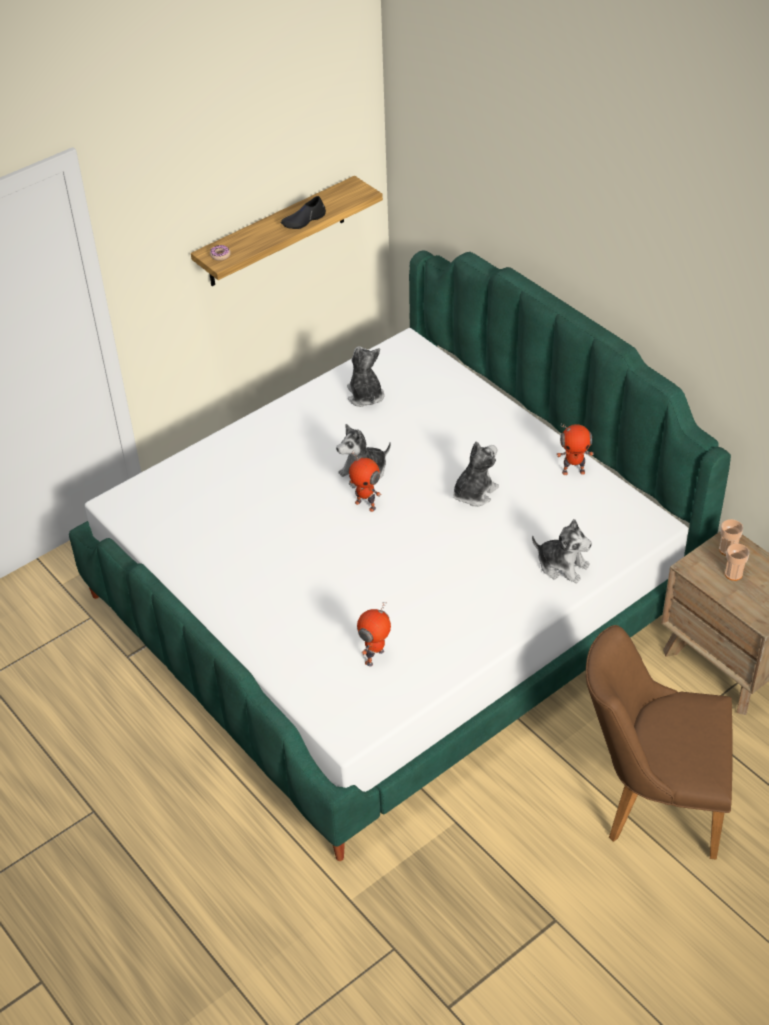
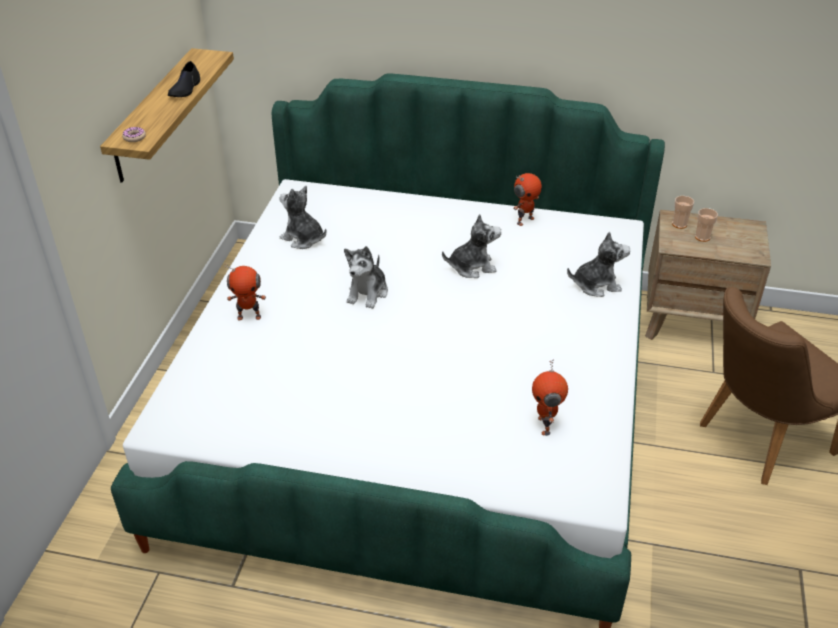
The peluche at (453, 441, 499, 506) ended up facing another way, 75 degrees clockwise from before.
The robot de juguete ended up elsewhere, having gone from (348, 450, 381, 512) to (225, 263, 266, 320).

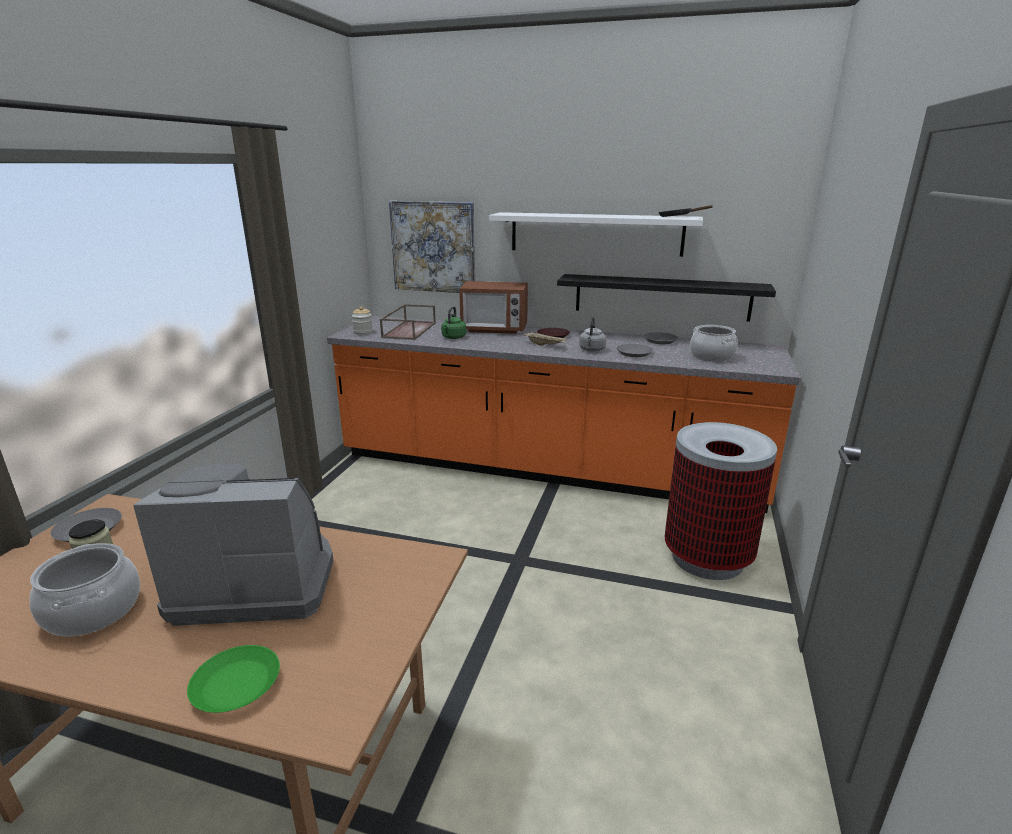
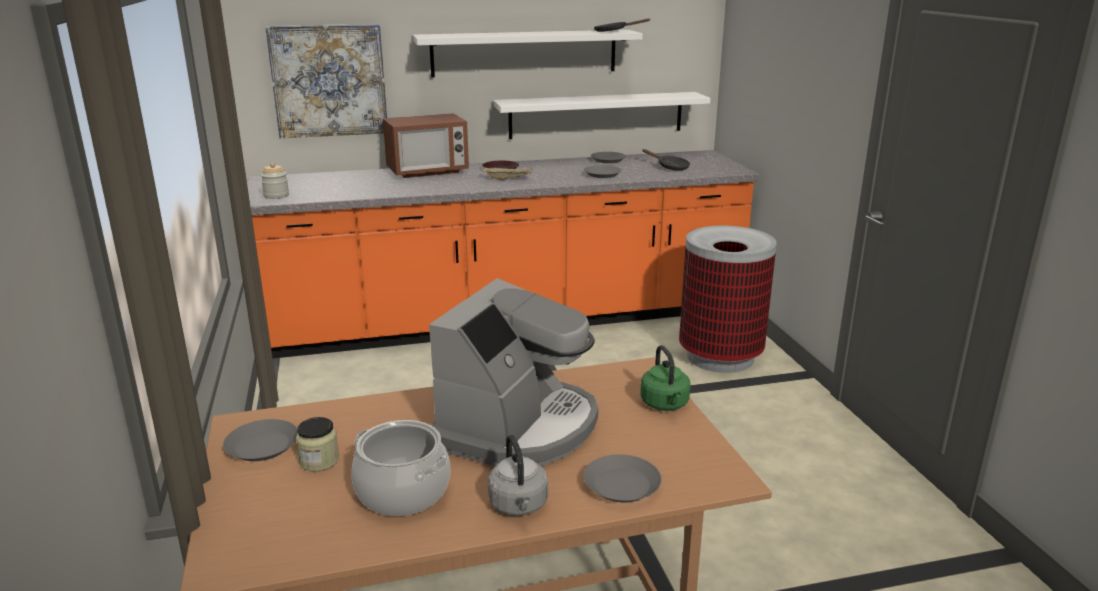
What was the estante/negro at (557, 274, 776, 322) turned into the estante/blanco at (493, 92, 711, 139).
The second view lost the bandeja/marrón at (380, 304, 436, 340).
The hervidor/verde ended up elsewhere, having gone from (441, 306, 466, 339) to (640, 345, 691, 411).
The hervidor/gris ended up elsewhere, having gone from (579, 317, 606, 352) to (488, 435, 548, 516).
Where the olla stood at (690, 325, 738, 361), the sartén/negro came to stand at (643, 149, 690, 171).
The cafetera at (133, 464, 334, 626) ended up facing another way, 150 degrees clockwise from before.
What was the plato/verde at (187, 645, 280, 713) turned into the plato/gris at (583, 455, 662, 502).

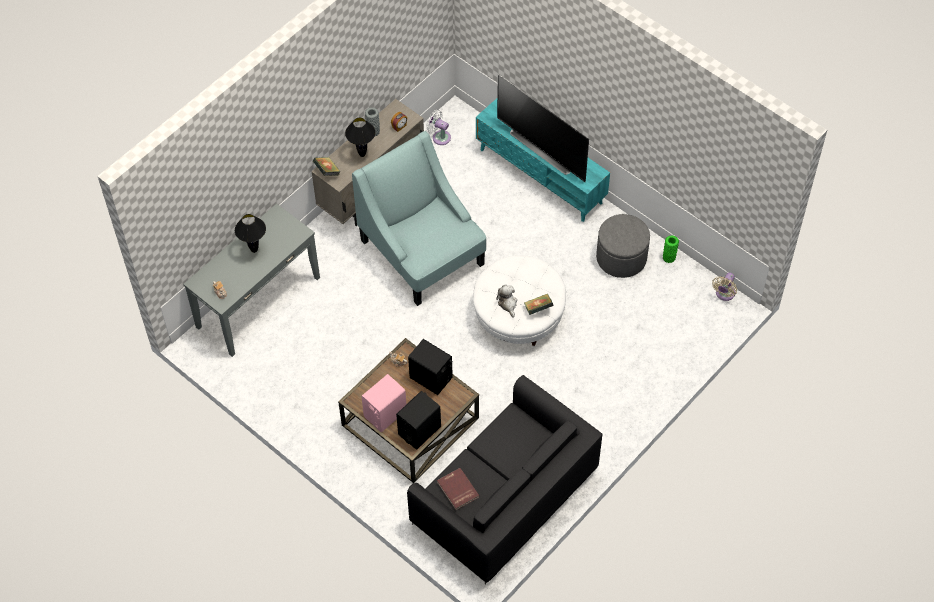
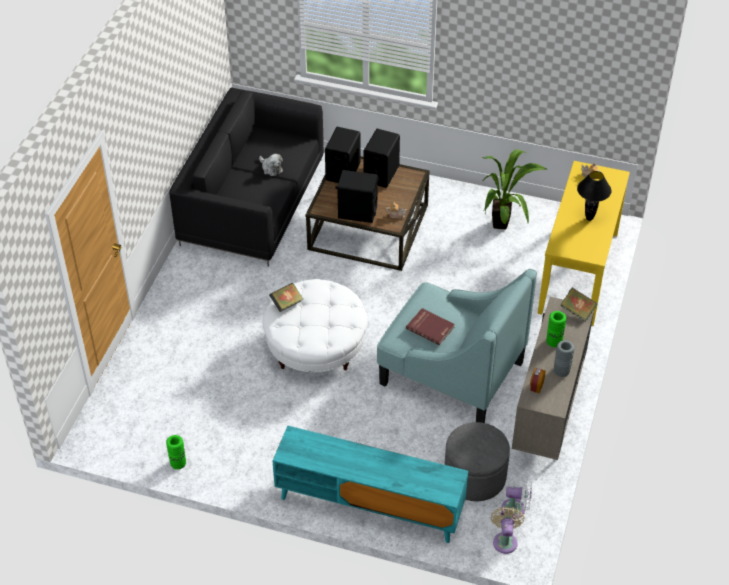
The second view lost the televisor at (497, 74, 589, 182).
Where the lámpara de mesa/negro stood at (345, 118, 376, 157), the florero/verde came to stand at (547, 311, 566, 347).
What was the mesa consola/gris at (183, 204, 320, 357) turned into the mesa consola/amarillo at (538, 161, 630, 326).
The puf/gris ended up elsewhere, having gone from (596, 214, 650, 278) to (445, 422, 510, 501).
The ventilador/beis ended up elsewhere, having gone from (712, 272, 737, 301) to (491, 506, 525, 554).
The peluche ended up elsewhere, having gone from (496, 285, 517, 318) to (259, 154, 283, 176).
What was the altavoz/rosa at (361, 374, 406, 432) turned into the altavoz/negro at (363, 129, 400, 188).
The libro/rojo ended up elsewhere, having gone from (437, 468, 480, 510) to (406, 308, 455, 345).
The second view gained the planta en maceta at (482, 150, 548, 229).

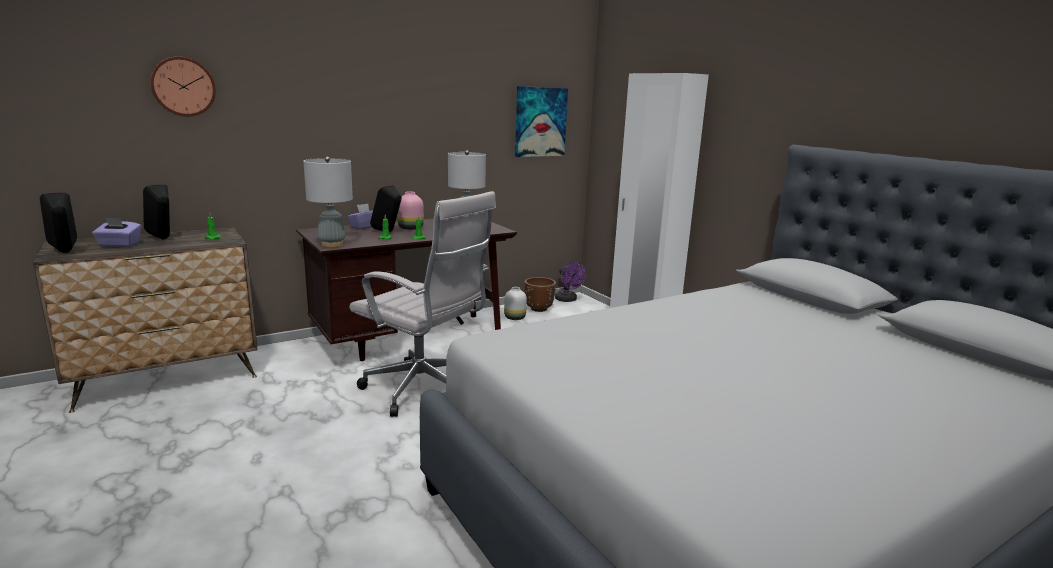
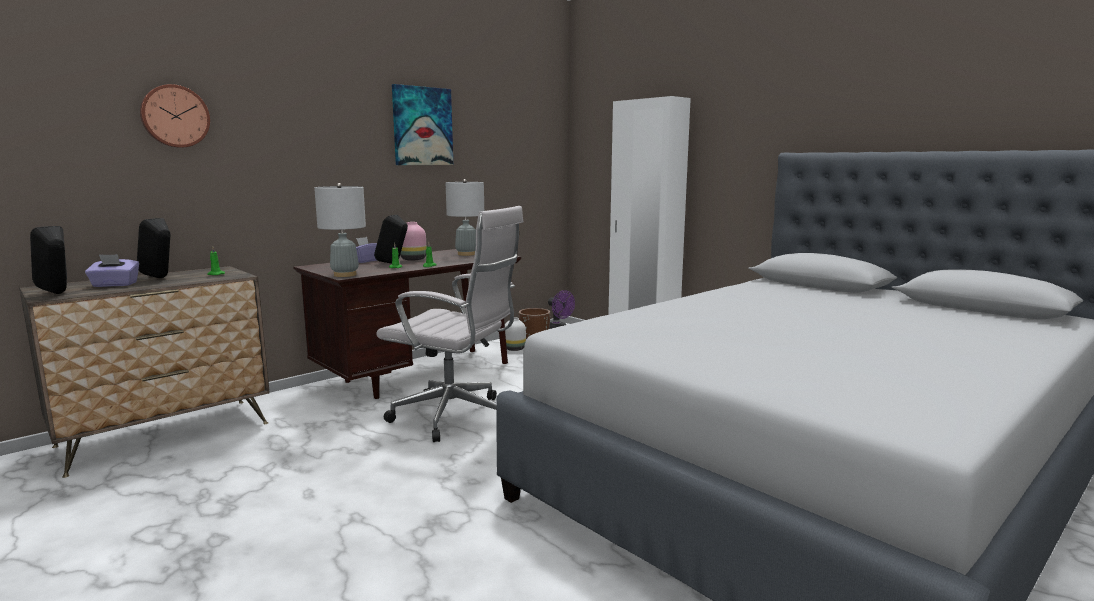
The cuadro ended up elsewhere, having gone from (515, 86, 568, 157) to (392, 84, 453, 165).

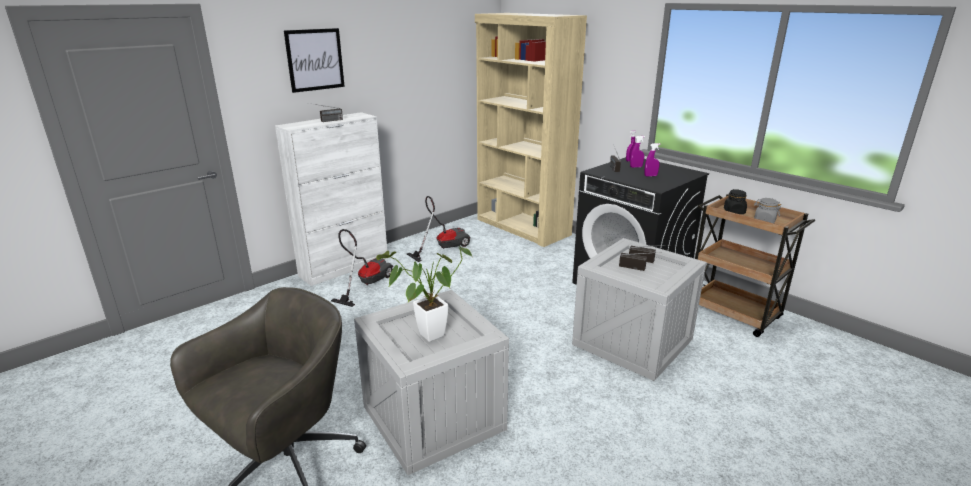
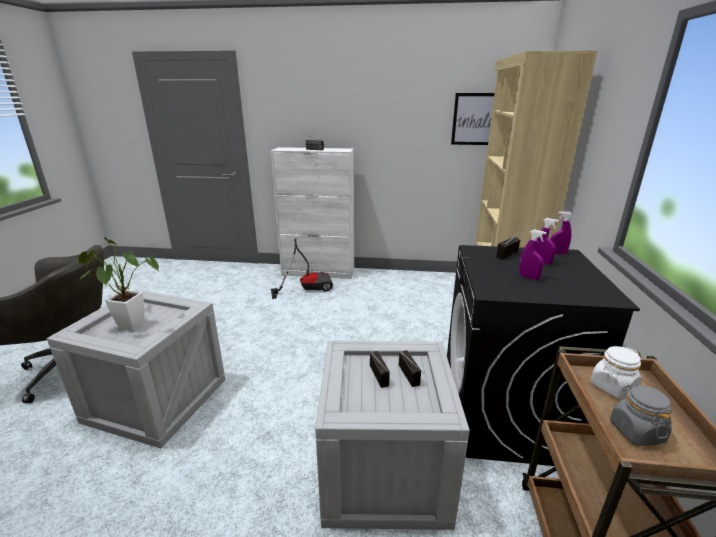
The cuadro ended up elsewhere, having gone from (284, 28, 345, 93) to (451, 93, 495, 145).
What was the tarro/negro at (724, 189, 747, 214) turned into the tarro/blanco at (590, 346, 642, 399).
The second view lost the aspiradora at (407, 196, 471, 262).

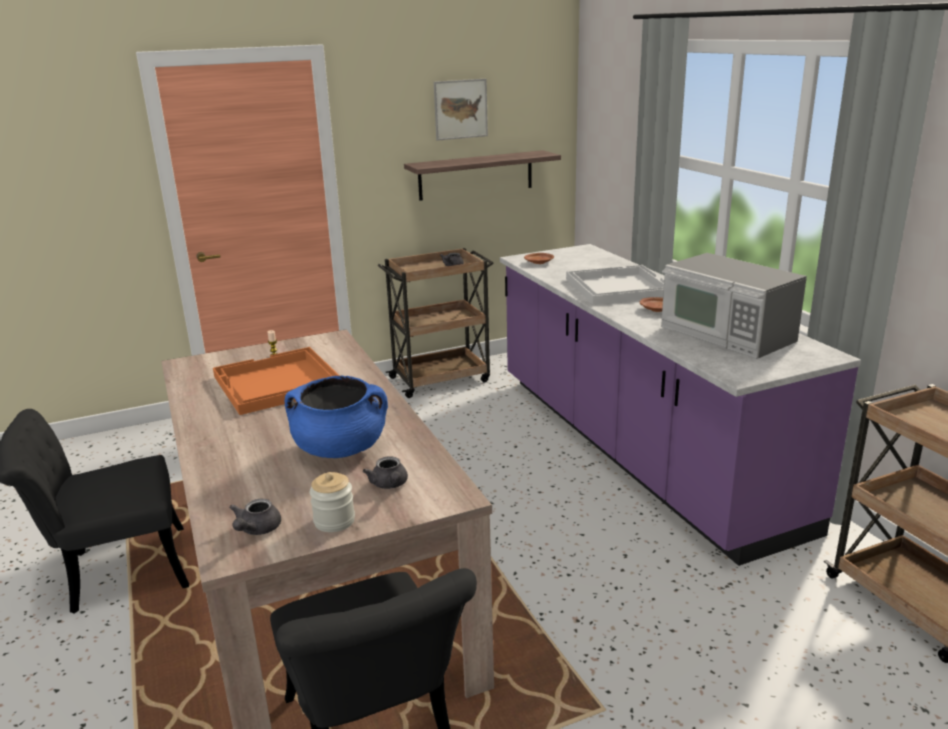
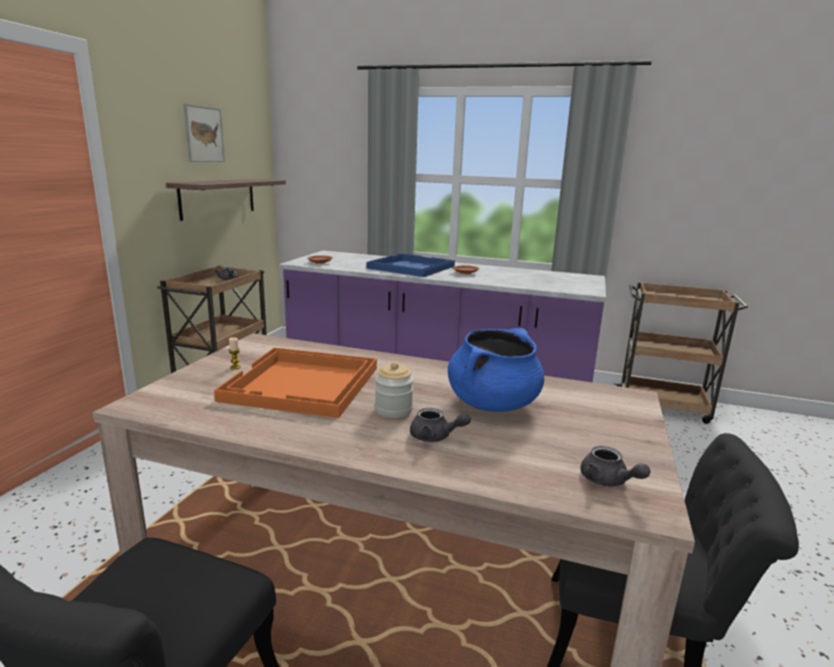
The second view lost the microondas at (661, 253, 807, 359).
What was the bandeja/blanco at (566, 265, 664, 304) turned into the bandeja/azul at (366, 253, 455, 277).
The tetera/gris ended up elsewhere, having gone from (363, 456, 408, 489) to (410, 408, 471, 442).
The tarro ended up elsewhere, having gone from (310, 472, 355, 532) to (375, 362, 414, 418).

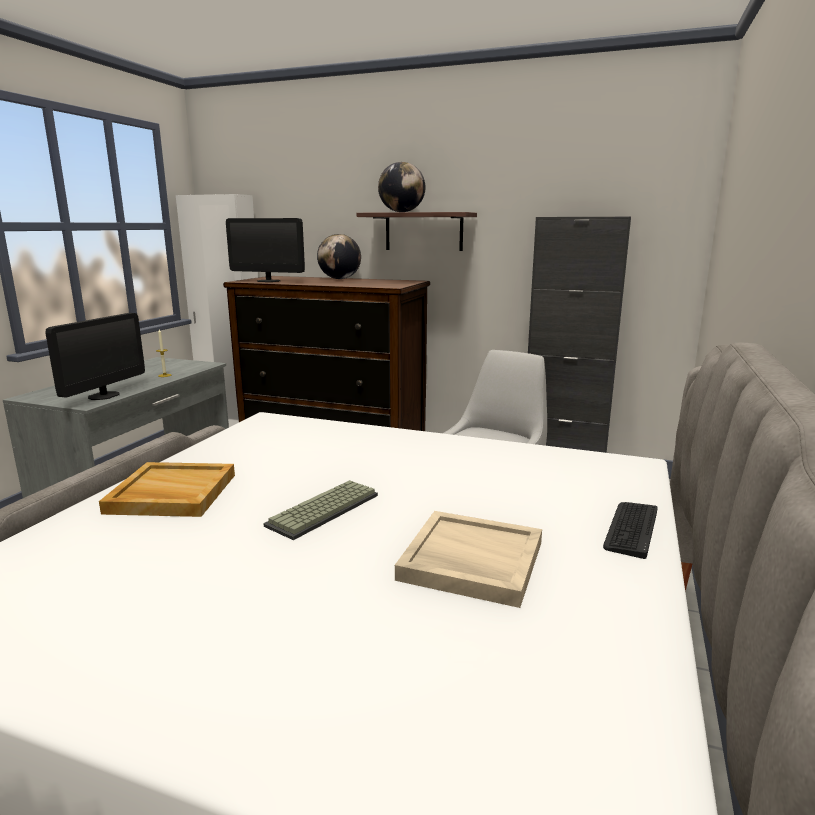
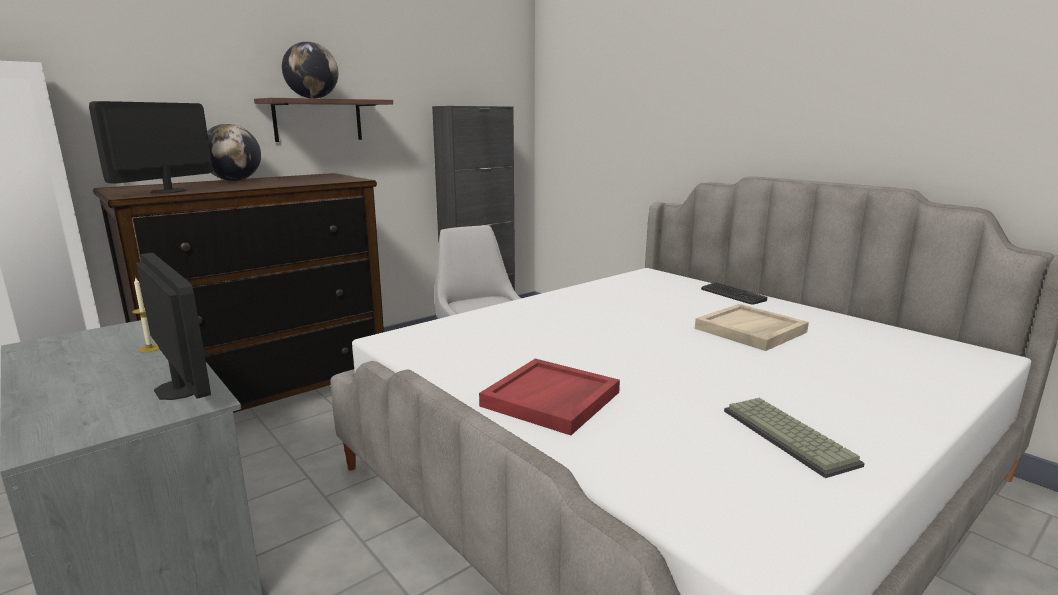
The monitor at (226, 218, 305, 282) ended up facing another way, 150 degrees clockwise from before.
What was the bandeja/beis at (99, 462, 235, 517) turned into the bandeja/rojo at (479, 359, 620, 435).
The teclado ended up elsewhere, having gone from (264, 480, 378, 540) to (724, 398, 865, 478).

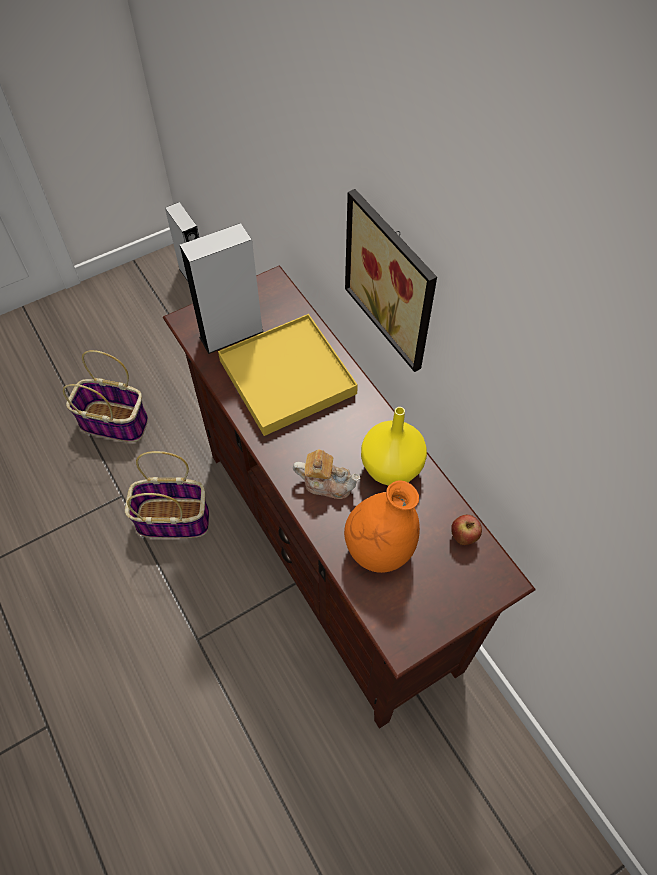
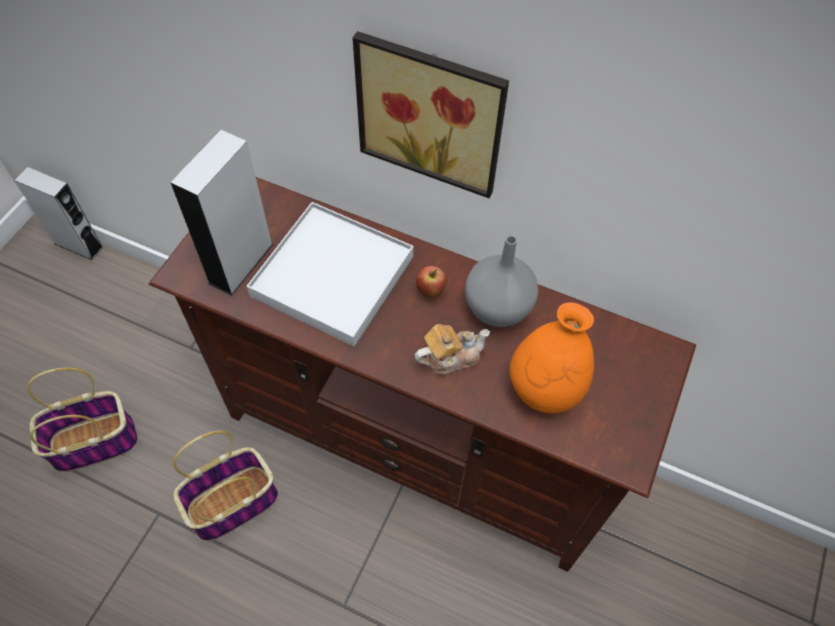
What was the bandeja/amarillo at (218, 314, 358, 436) turned into the bandeja/blanco at (247, 202, 413, 346).
What was the florero/amarillo at (361, 407, 427, 486) turned into the florero/gris at (465, 235, 538, 327).
The manzana ended up elsewhere, having gone from (451, 515, 482, 545) to (416, 266, 447, 298).

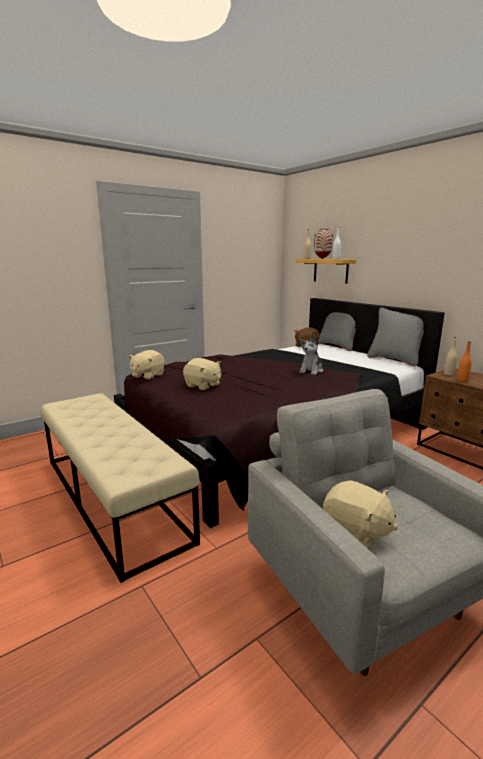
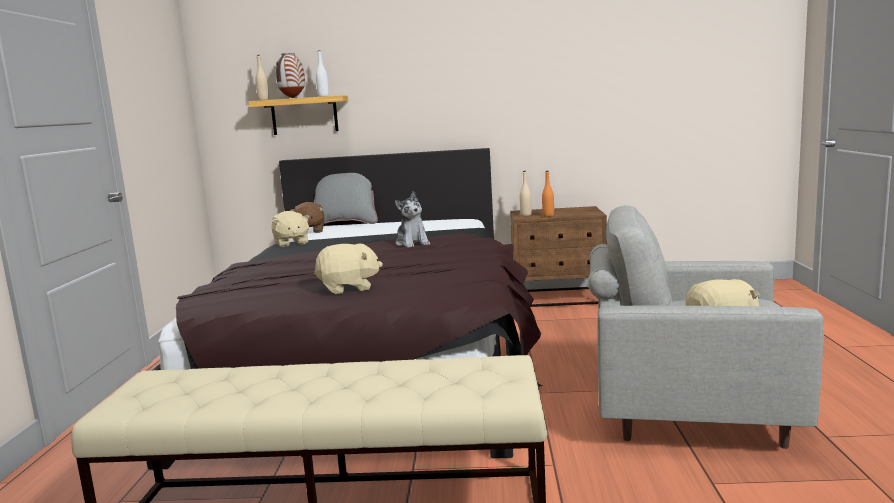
The second view lost the cojín/gris at (367, 308, 424, 367).
The peluche/beis ended up elsewhere, having gone from (128, 350, 165, 380) to (271, 211, 310, 247).

